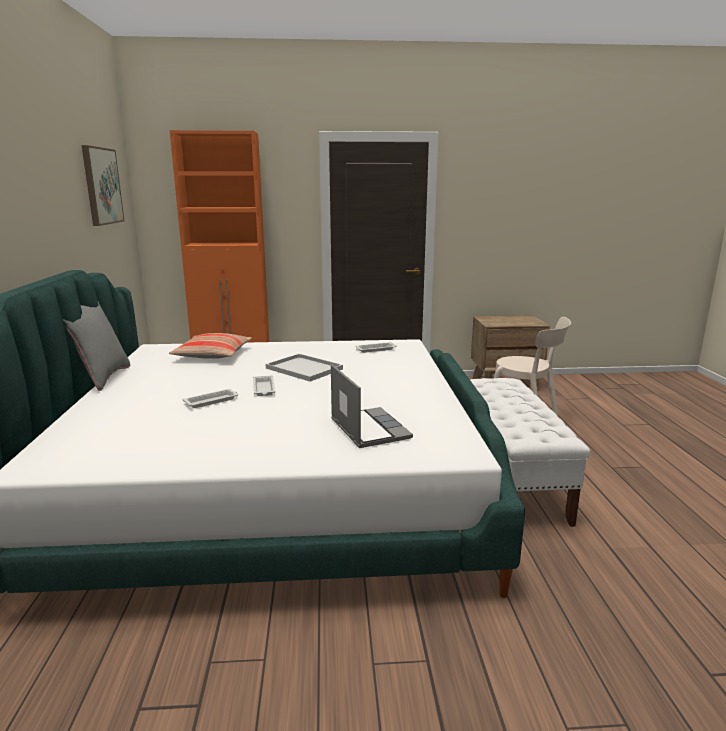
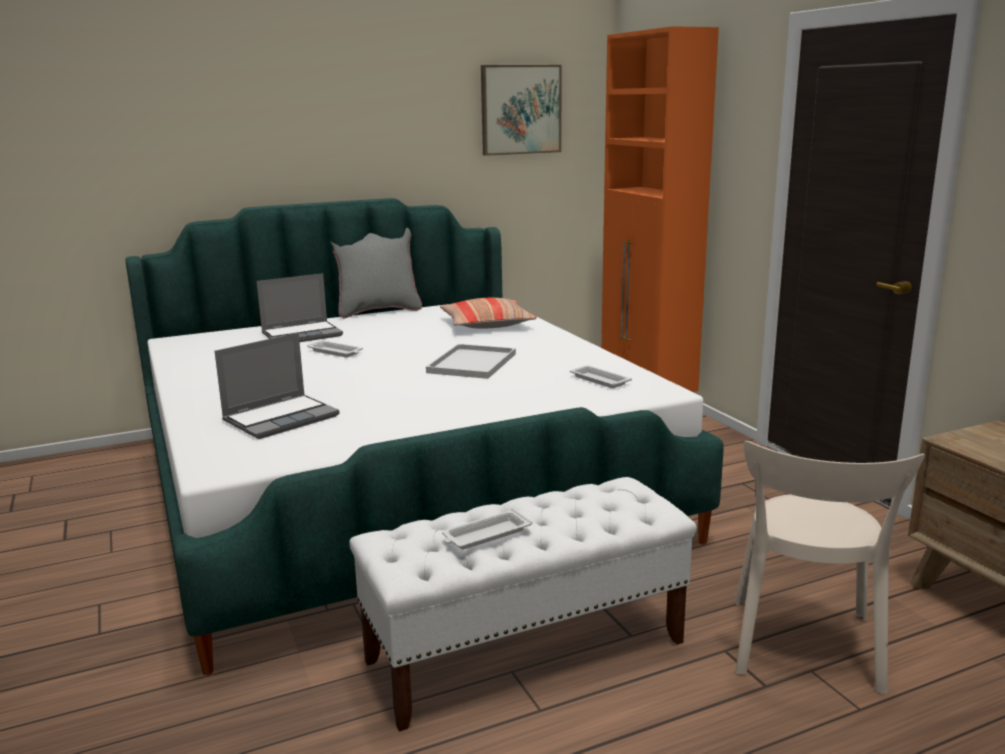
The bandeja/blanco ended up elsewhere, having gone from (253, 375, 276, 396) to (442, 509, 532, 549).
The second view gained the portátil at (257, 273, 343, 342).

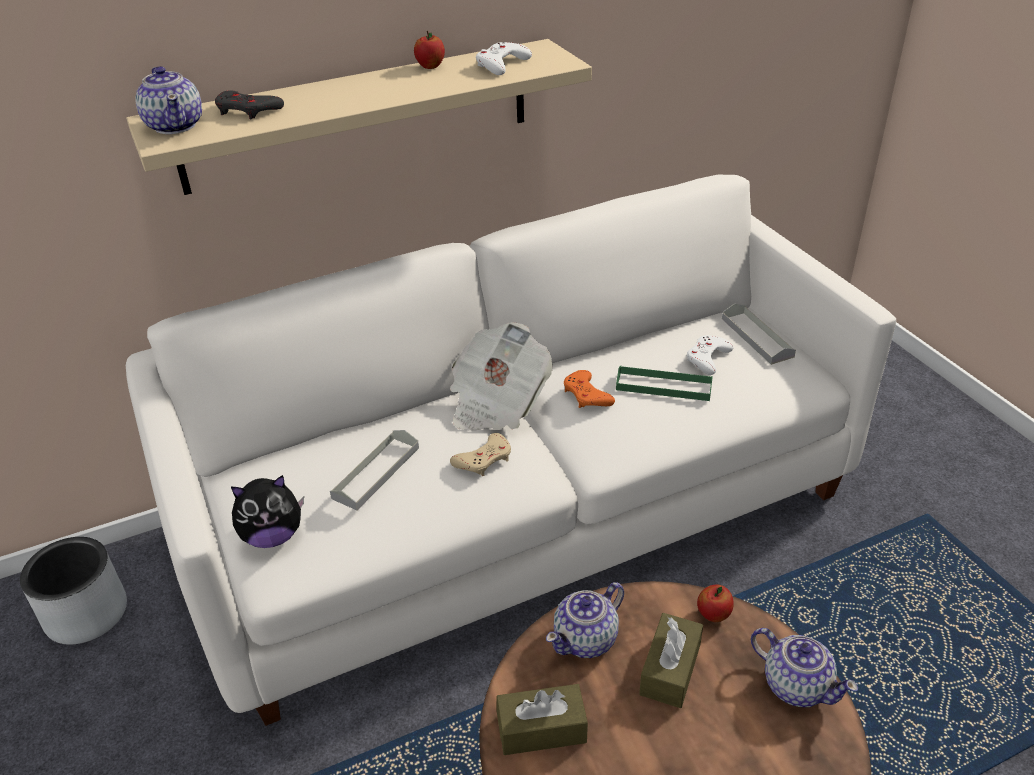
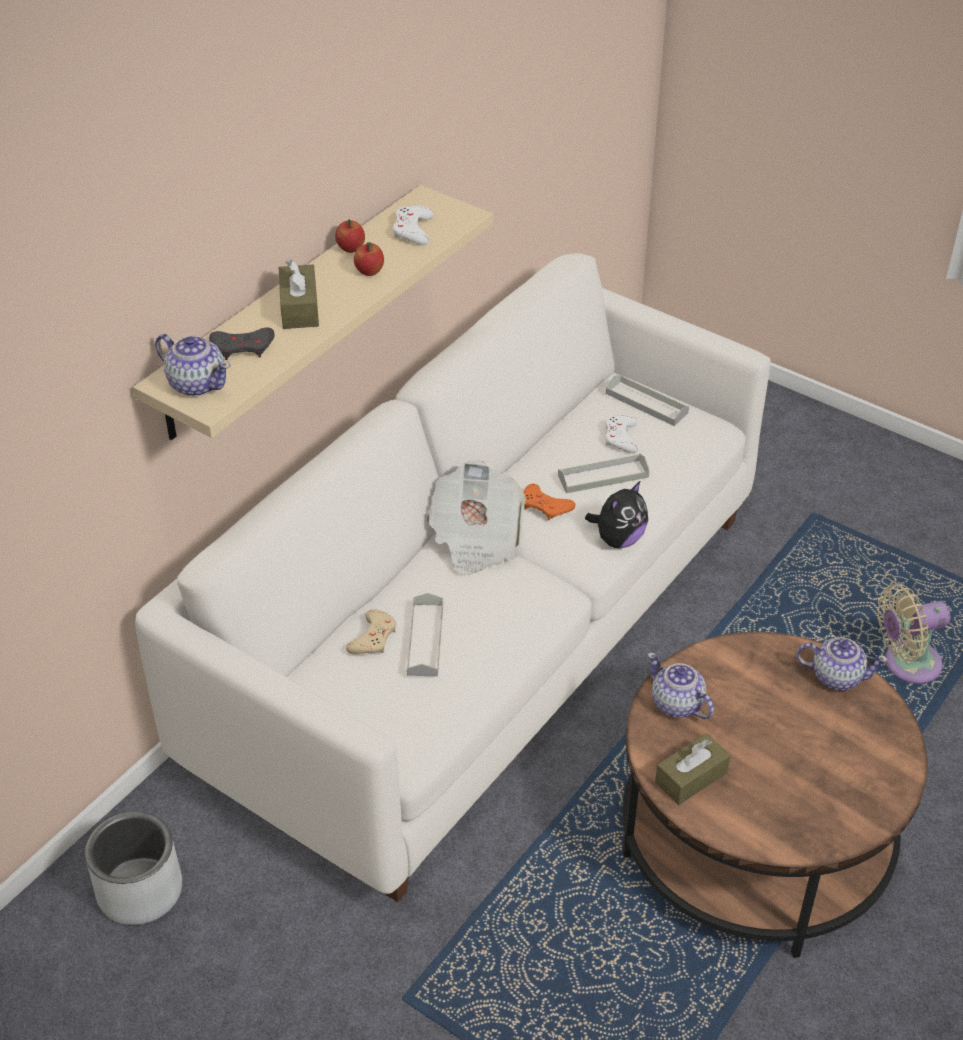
What was the bandeja/verde at (616, 365, 713, 401) turned into the bandeja/gris at (558, 454, 649, 493).
The mando de consola/beis ended up elsewhere, having gone from (450, 433, 511, 476) to (346, 609, 396, 654).
The peluche ended up elsewhere, having gone from (231, 475, 304, 548) to (585, 480, 648, 548).
The tetera at (546, 582, 624, 658) ended up facing another way, 120 degrees clockwise from before.
The manzana ended up elsewhere, having gone from (697, 585, 734, 622) to (354, 242, 384, 276).
The caja de pañuelos/marrón ended up elsewhere, having gone from (639, 613, 703, 708) to (279, 259, 319, 329).
The second view gained the ventilador/beis at (877, 584, 951, 684).

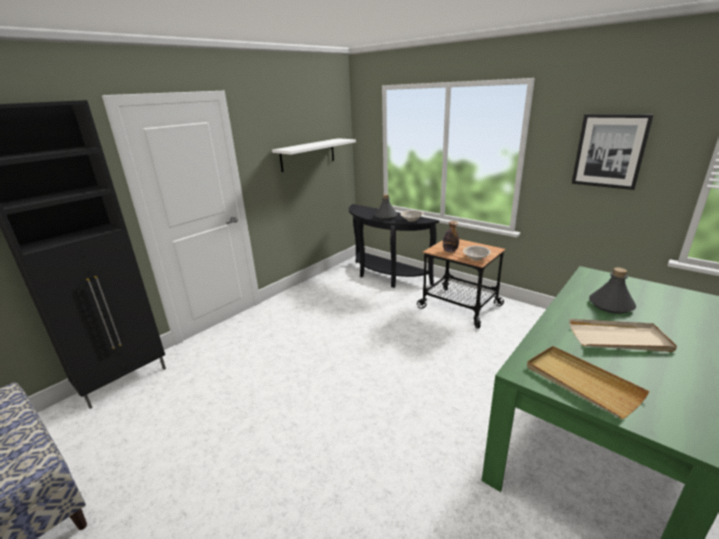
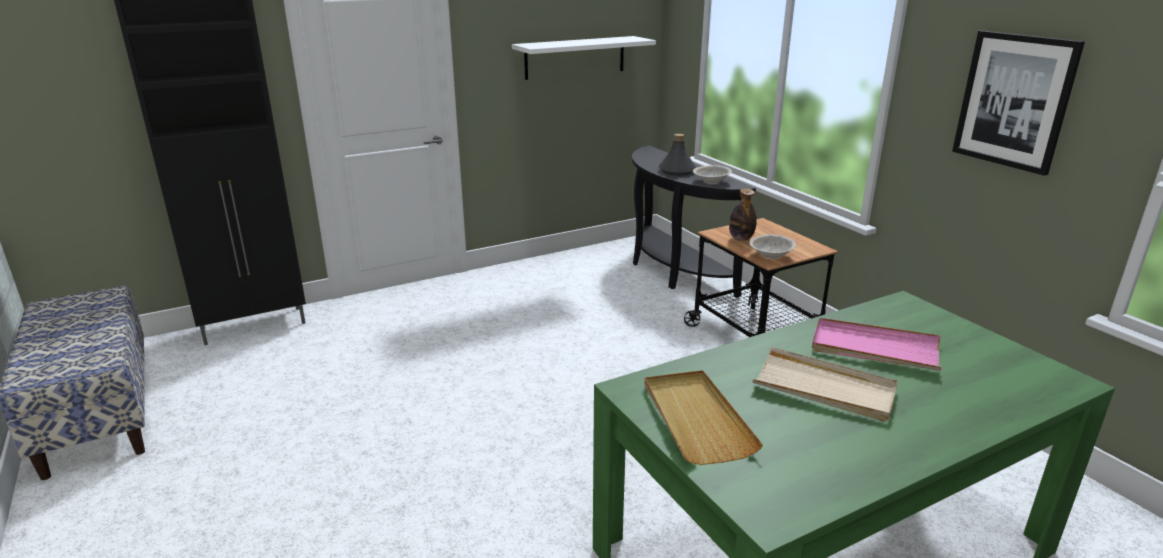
Where the botella/gris stood at (589, 268, 636, 314), the bandeja/rosa came to stand at (812, 318, 942, 371).

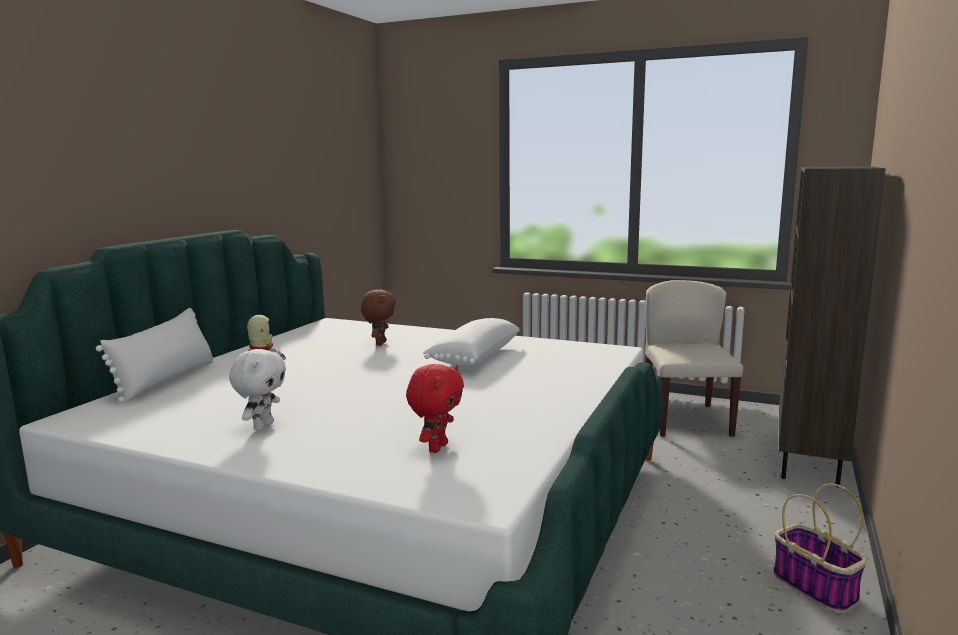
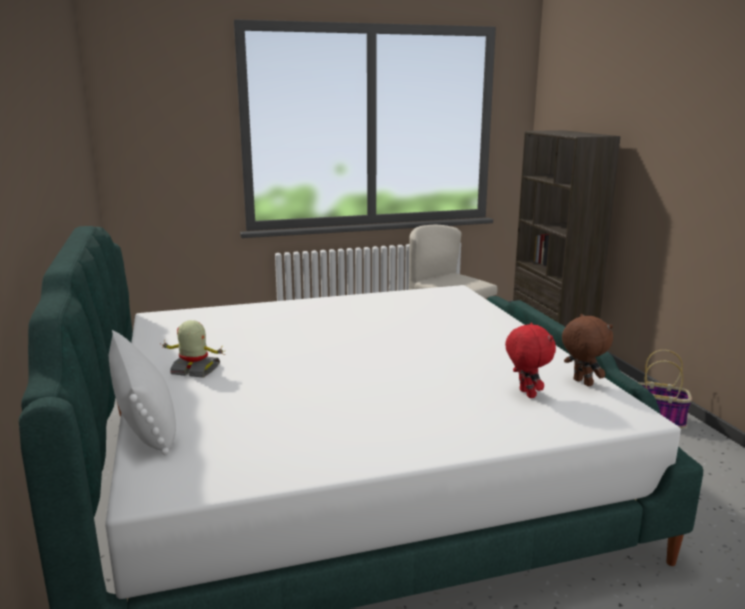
The peluche/marrón ended up elsewhere, having gone from (361, 289, 396, 346) to (562, 314, 613, 386).
The second view lost the cojín/blanco at (423, 318, 520, 367).
The second view lost the peluche/blanco at (229, 349, 286, 430).

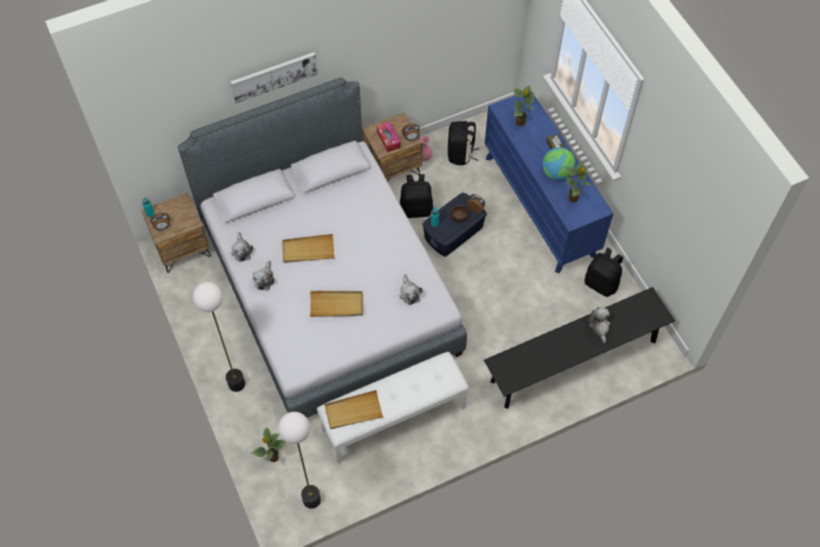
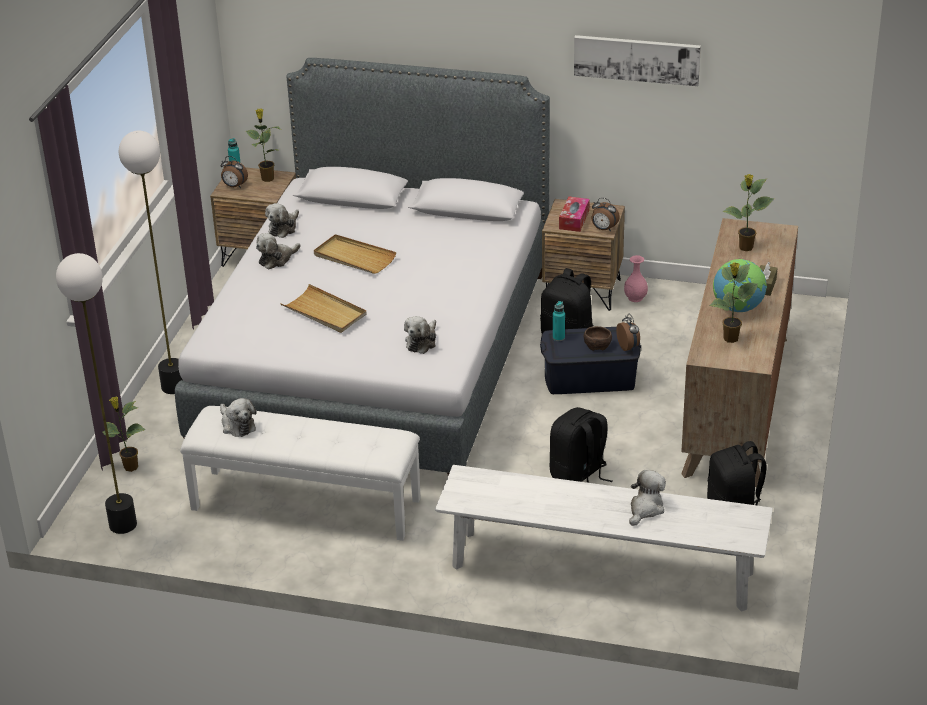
The cuadro ended up elsewhere, having gone from (230, 52, 318, 103) to (574, 35, 701, 86).
What was the cómoda/azul at (485, 91, 613, 274) turned into the cómoda/marrón at (681, 218, 798, 488).
The mochila/negro ended up elsewhere, having gone from (448, 121, 479, 165) to (550, 407, 613, 483).
What was the banco/negro at (484, 287, 675, 409) turned into the banco/blanco at (435, 465, 773, 612).
Where the bandeja/beis stood at (325, 390, 383, 429), the peluche came to stand at (220, 398, 257, 437).
The second view gained the planta en maceta at (246, 109, 280, 182).

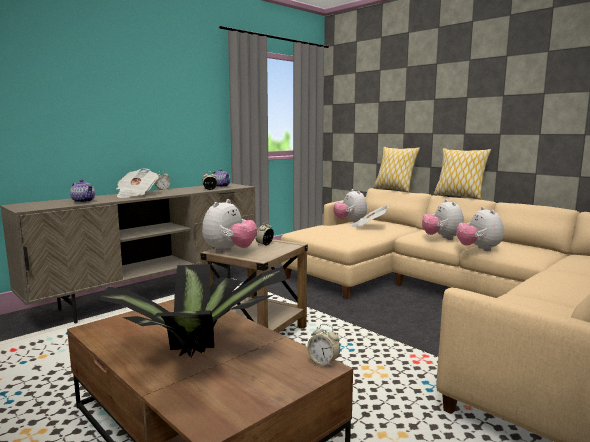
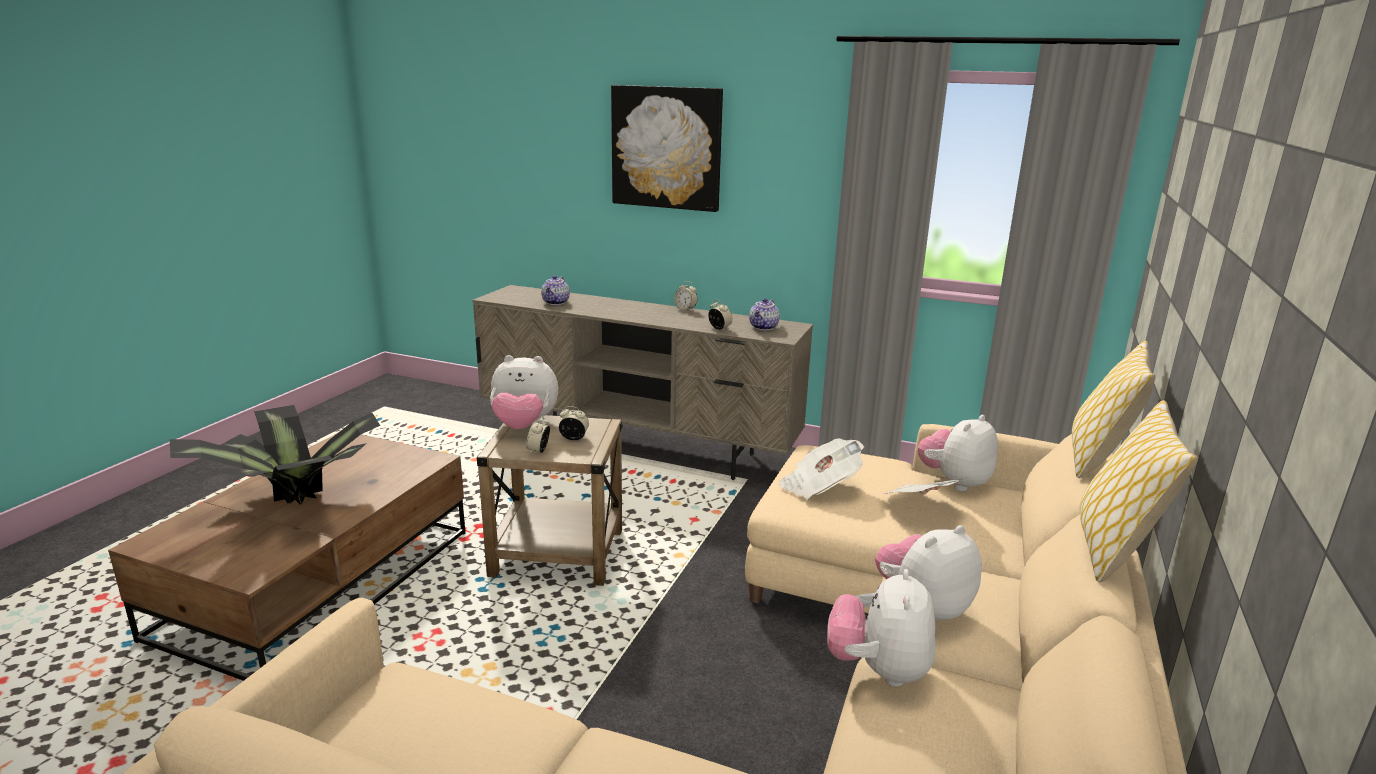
The periódico ended up elsewhere, having gone from (116, 169, 159, 198) to (779, 438, 864, 499).
The peluche at (456, 207, 504, 251) ended up facing another way, 45 degrees counterclockwise from before.
The despertador ended up elsewhere, having gone from (307, 324, 340, 367) to (526, 416, 550, 454).
The second view gained the cuadro at (611, 85, 723, 212).

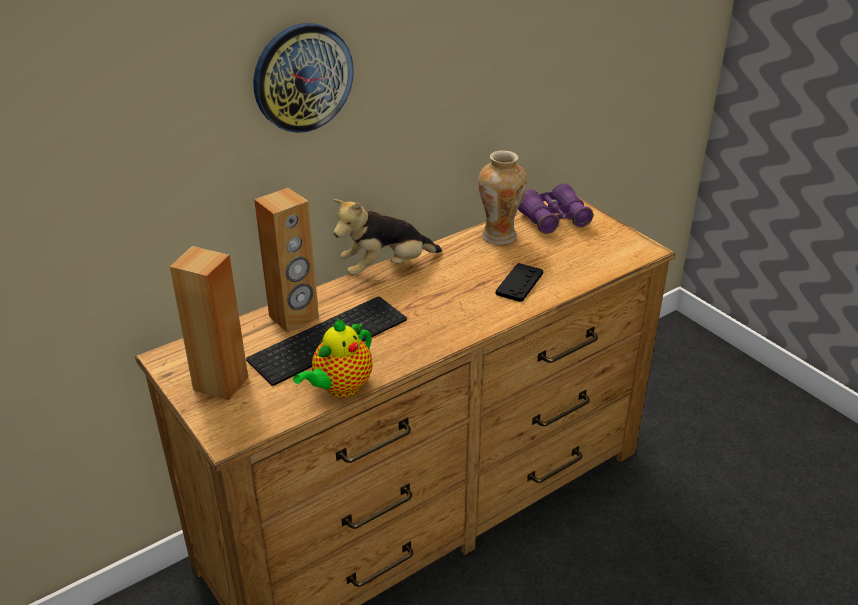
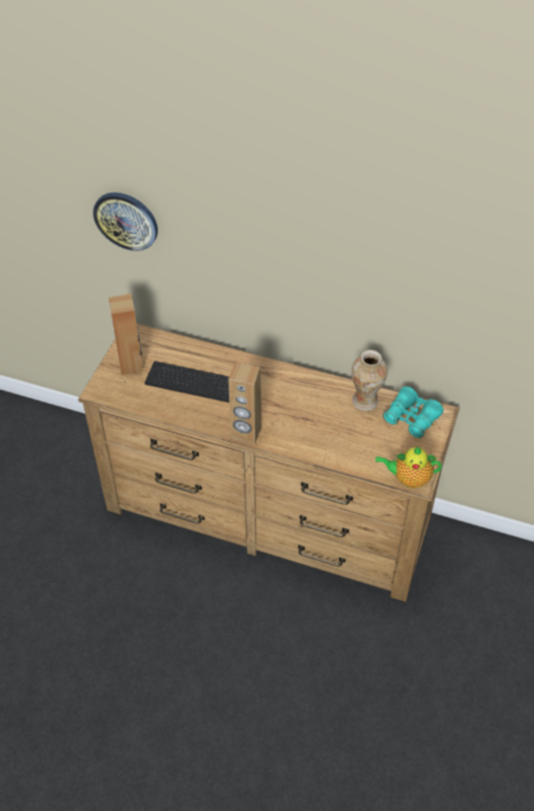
The reloj de pared ended up elsewhere, having gone from (253, 23, 354, 133) to (93, 192, 158, 251).
What was the prismáticos/morado at (518, 183, 593, 234) turned into the prismáticos/turquesa at (383, 386, 443, 438).
The altavoz/marrón ended up elsewhere, having gone from (254, 188, 319, 332) to (228, 361, 262, 444).
The second view lost the peluche at (333, 199, 442, 276).
The second view lost the mando de consola/negro at (496, 263, 543, 302).
The tetera ended up elsewhere, having gone from (293, 319, 372, 397) to (375, 447, 442, 488).

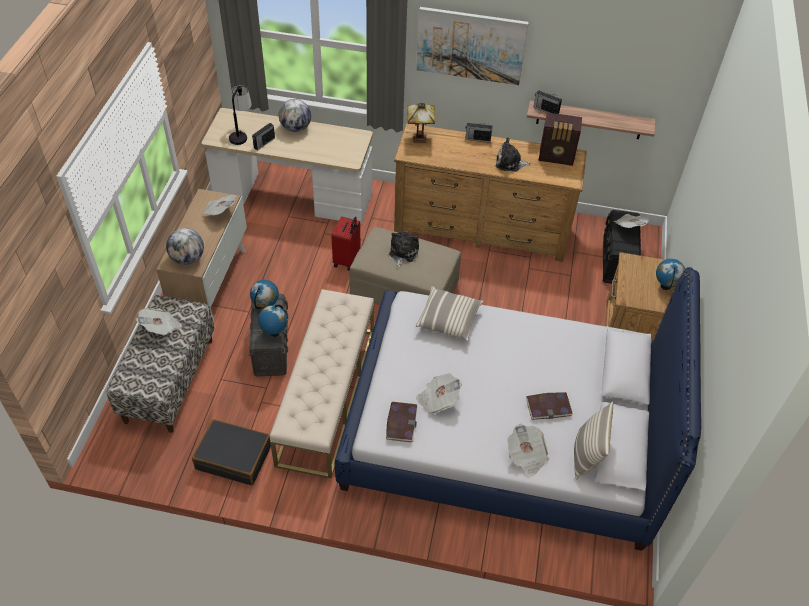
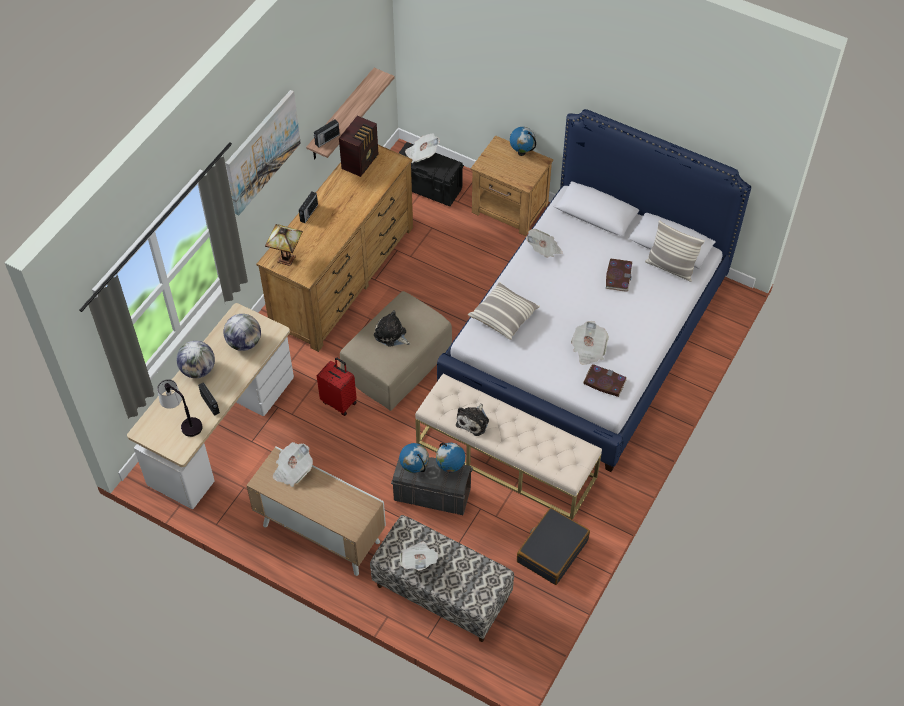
The peluche ended up elsewhere, having gone from (496, 137, 531, 172) to (456, 403, 489, 436).
The globo terráqueo ended up elsewhere, having gone from (166, 228, 204, 265) to (223, 314, 261, 351).
The periódico ended up elsewhere, having gone from (507, 424, 549, 476) to (526, 229, 563, 258).

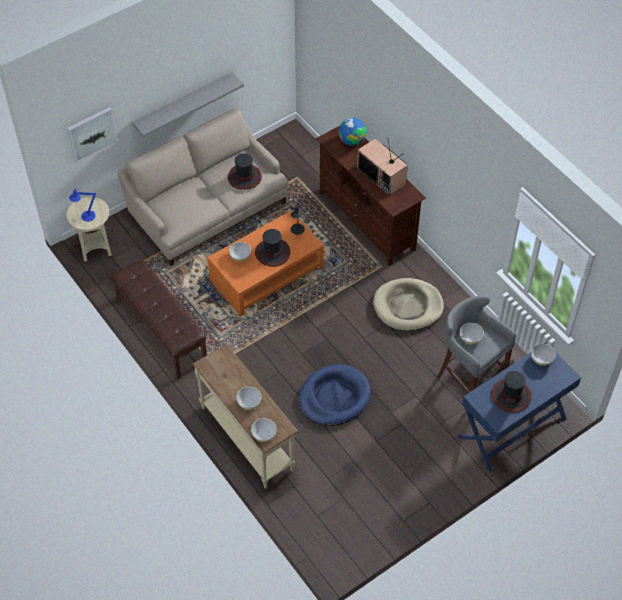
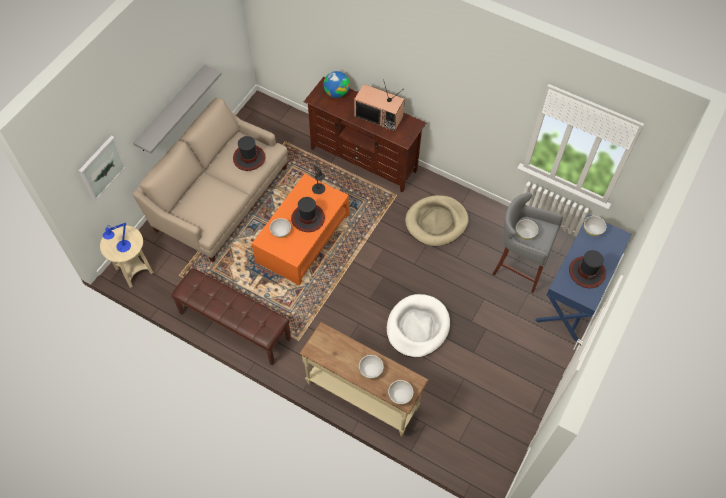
What was the cama para perro/azul at (299, 364, 371, 426) turned into the cama para perro/blanco at (387, 294, 450, 358).

